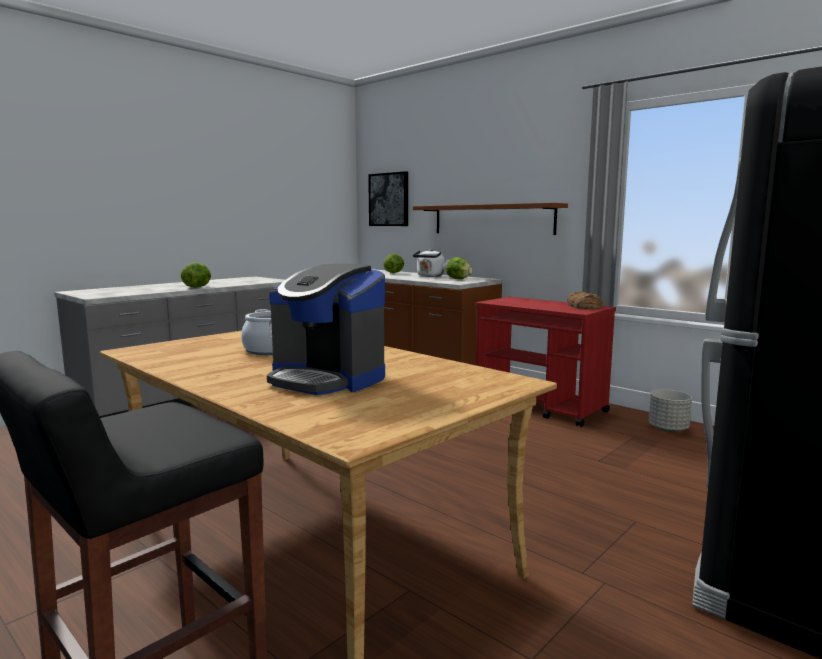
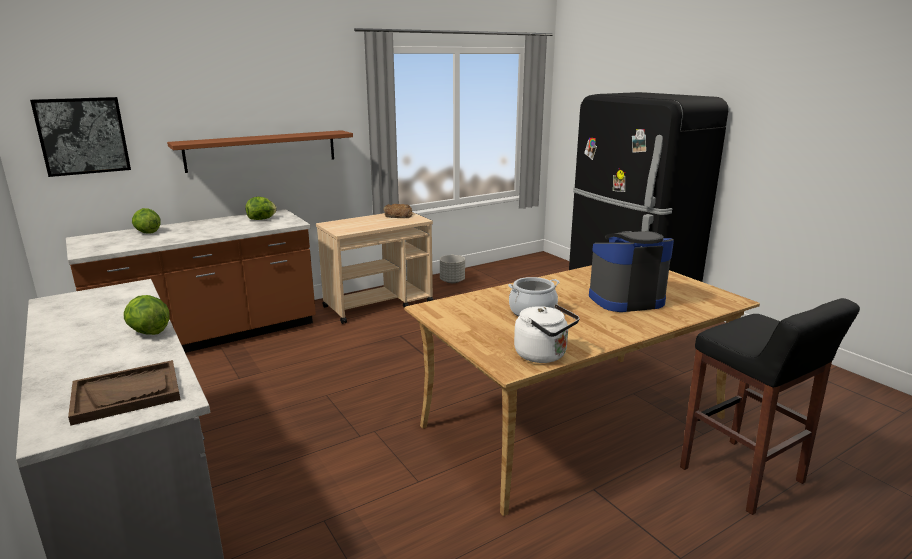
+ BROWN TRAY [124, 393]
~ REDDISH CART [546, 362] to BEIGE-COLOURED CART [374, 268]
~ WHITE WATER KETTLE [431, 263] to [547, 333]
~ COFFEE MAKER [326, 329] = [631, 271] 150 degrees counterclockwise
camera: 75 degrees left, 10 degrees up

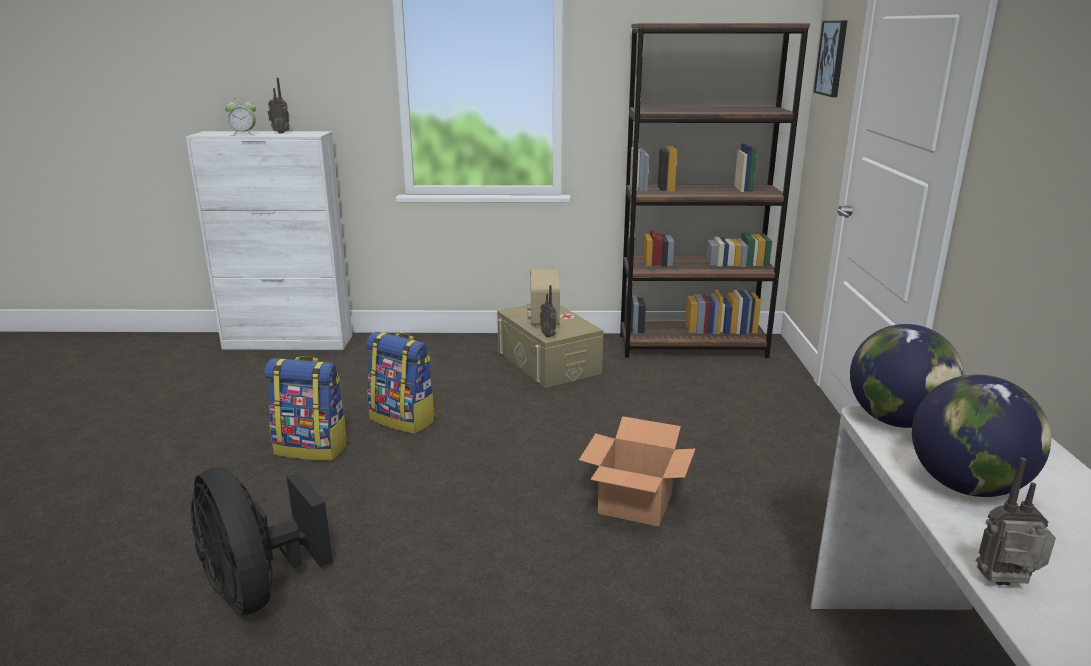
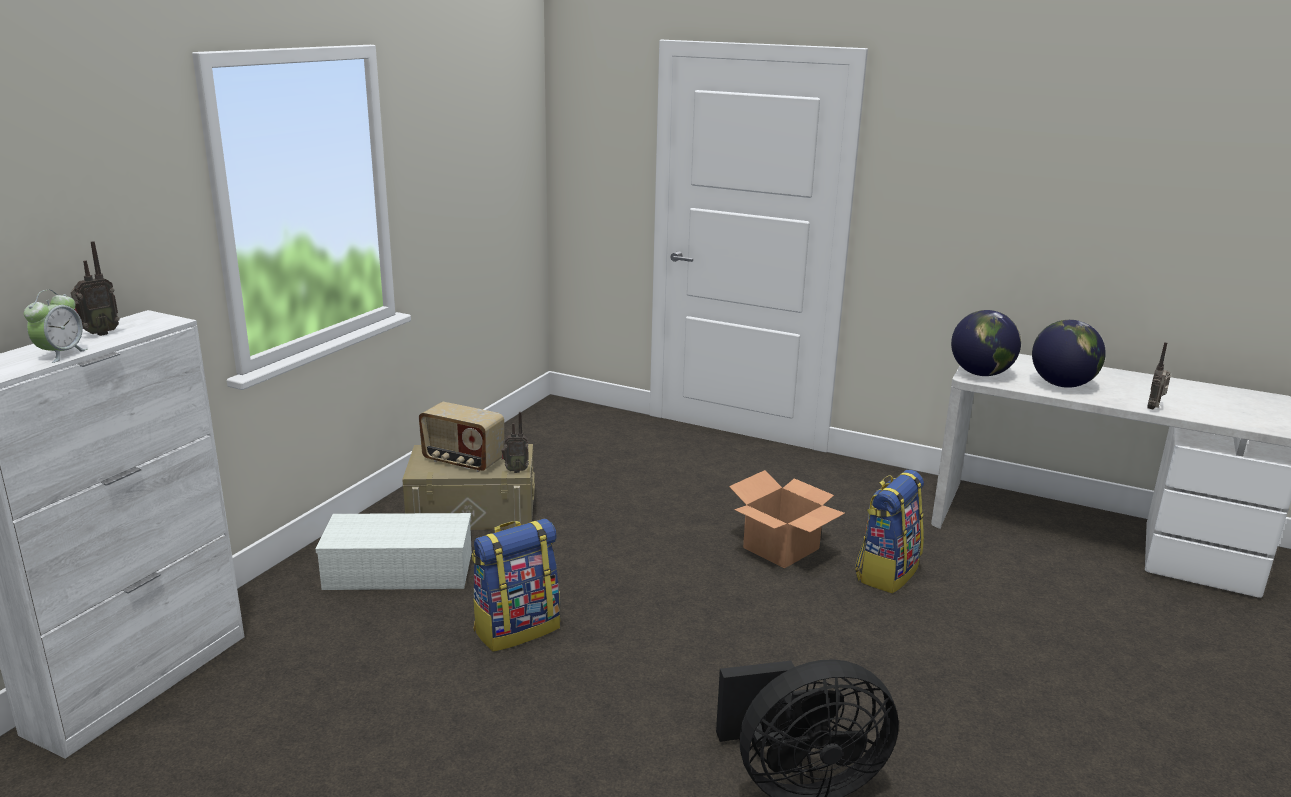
+ WHITE STORAGE CONTAINER [394, 551]
~ BACKPACK [306, 408] to [889, 531]
- BROWN BOOKCASE [715, 190]
- WALL ART [830, 59]
camera: 65 degrees left, 0 degrees up

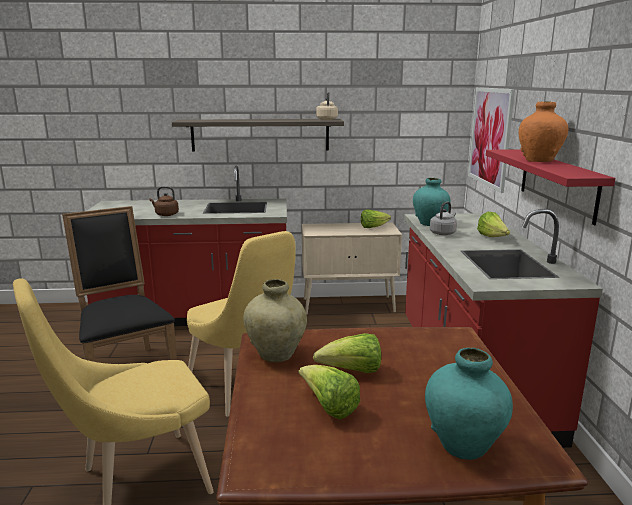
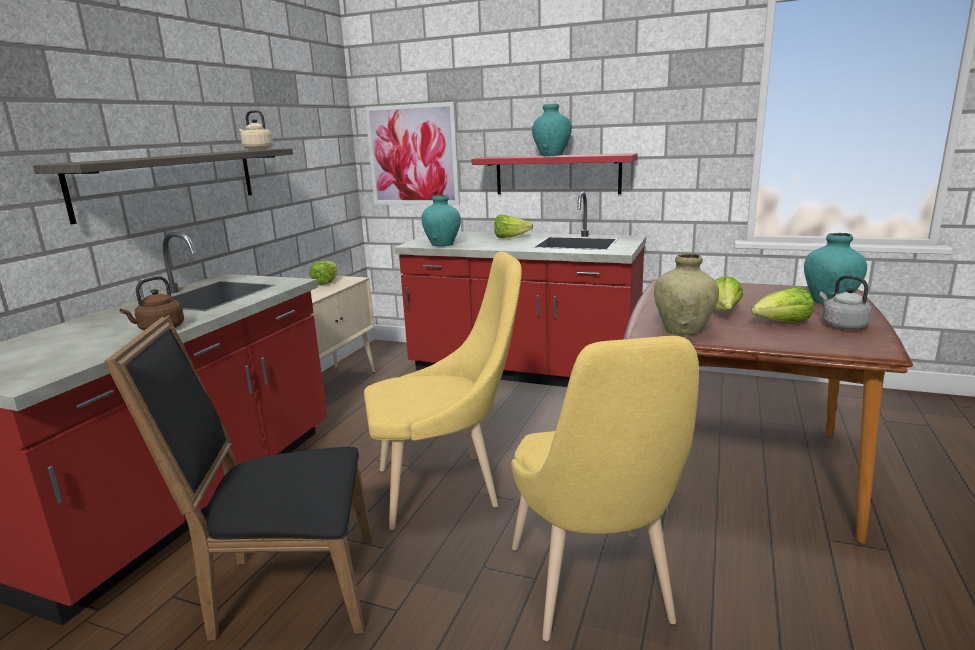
~ ORANGE-COLOURED FLOWER VASE [543, 131] to TURQUOISE FLOWER VASE [552, 130]
~ GREYISH WATER KETTLE [443, 218] to [845, 302]
camera: 65 degrees left, 0 degrees up

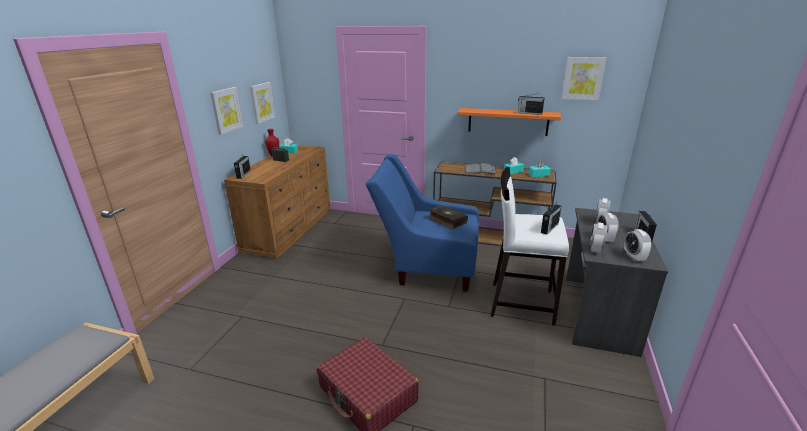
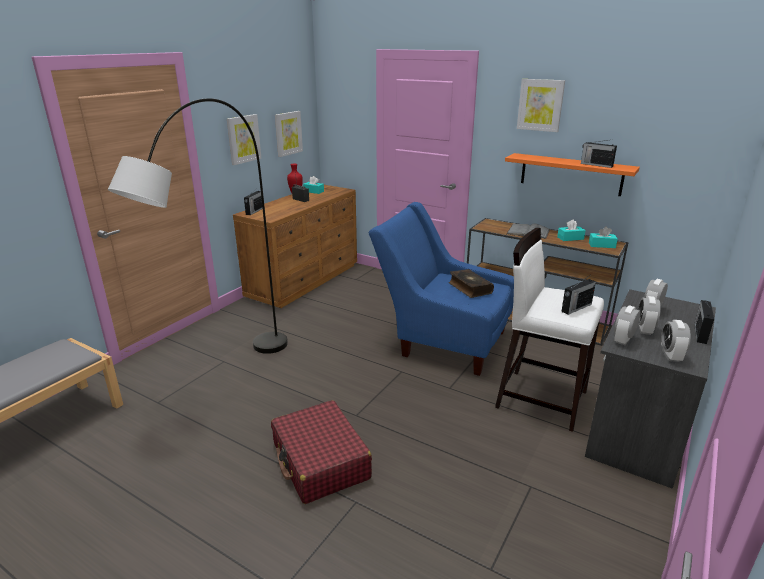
+ GREYISH FLOOR LAMP [198, 226]
~ WALL ART [584, 79] to [541, 105]
camera: 15 degrees right, 0 degrees up

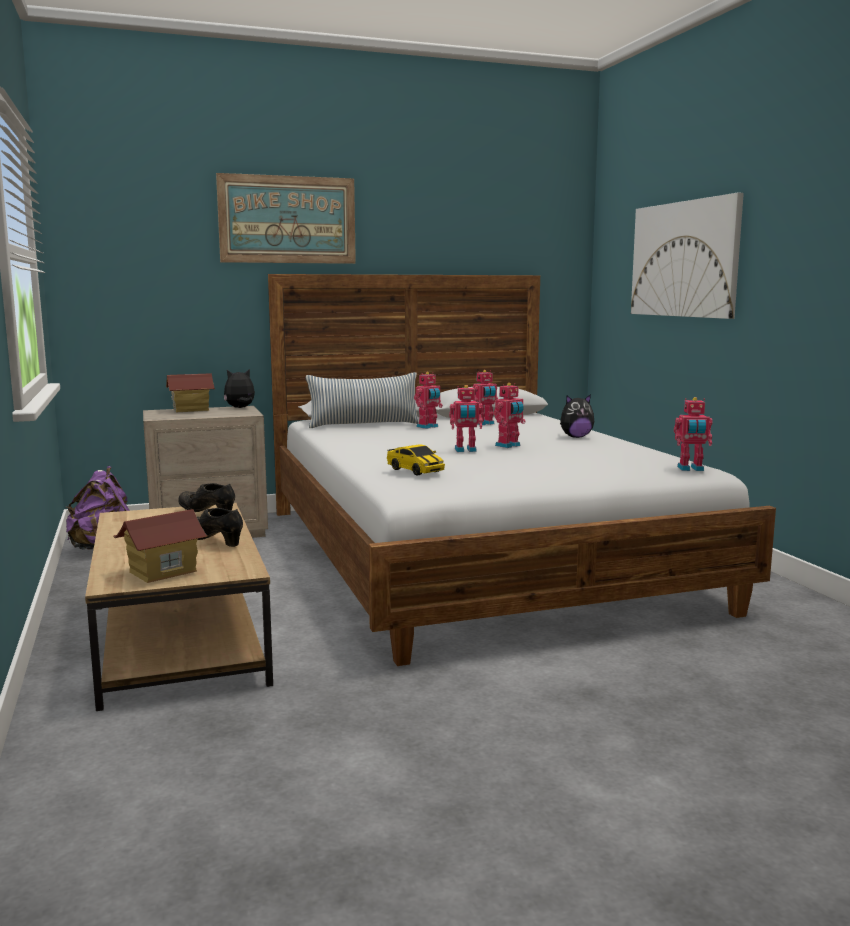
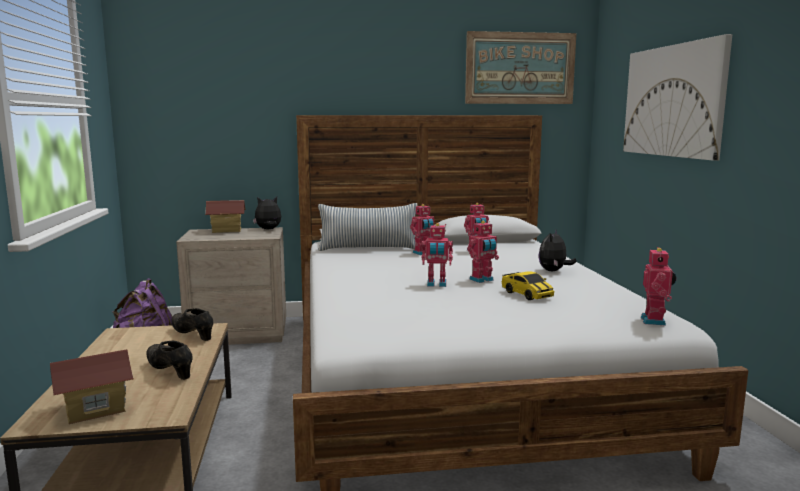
~ WALL ART [286, 218] to [521, 67]
~ MINIATURE CAR [416, 459] to [528, 285]
~ PLUSH TOY [577, 416] = [557, 250] 120 degrees clockwise
~ MODEL ROBOT [693, 434] = [658, 286] 90 degrees counterclockwise
camera: 10 degrees right, 0 degrees up

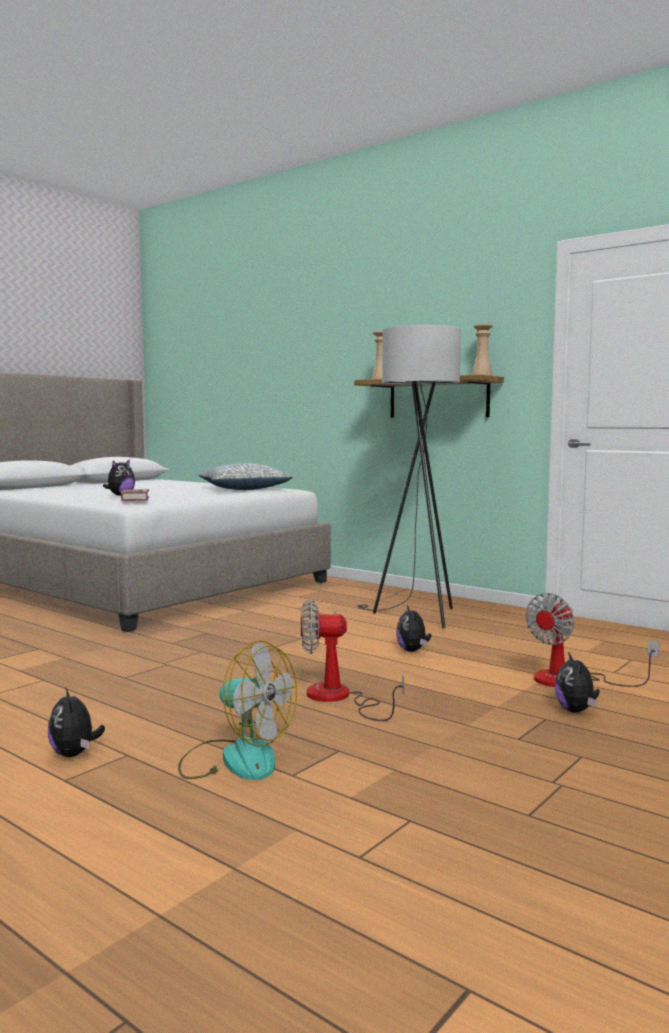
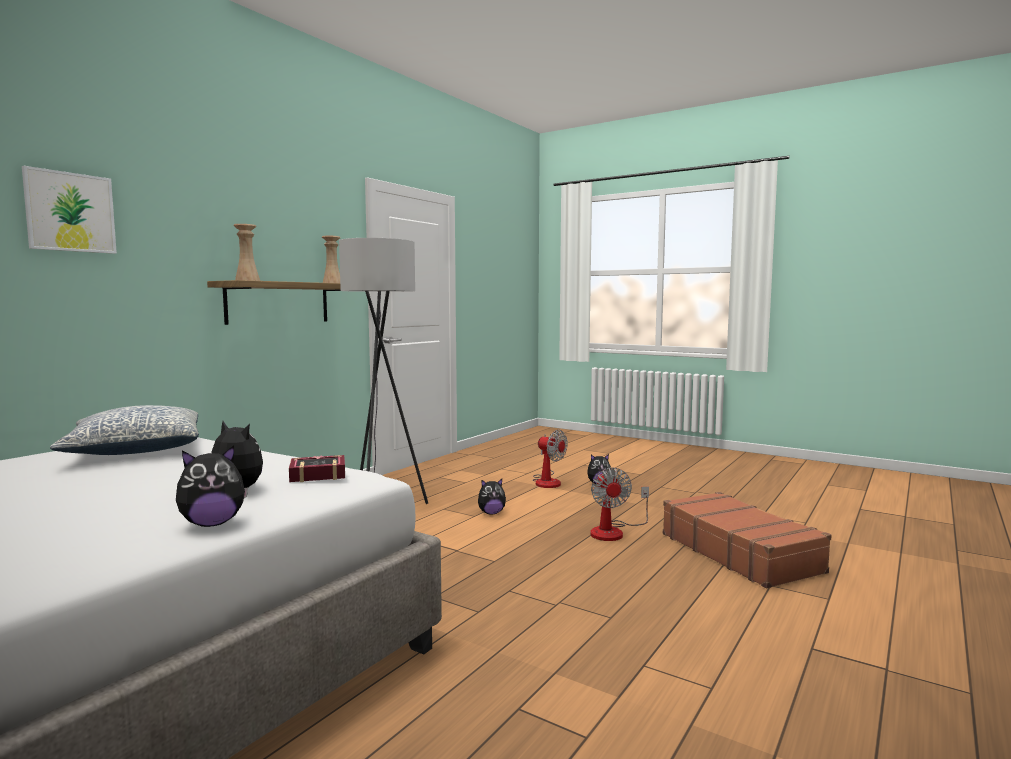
+ WALL ART [69, 210]
~ PLUSH TOY [76, 722] to [212, 486]
~ ELECTRIC FAN [237, 710] to BROWN TRAVEL CASE [747, 540]
camera: 95 degrees left, 0 degrees up

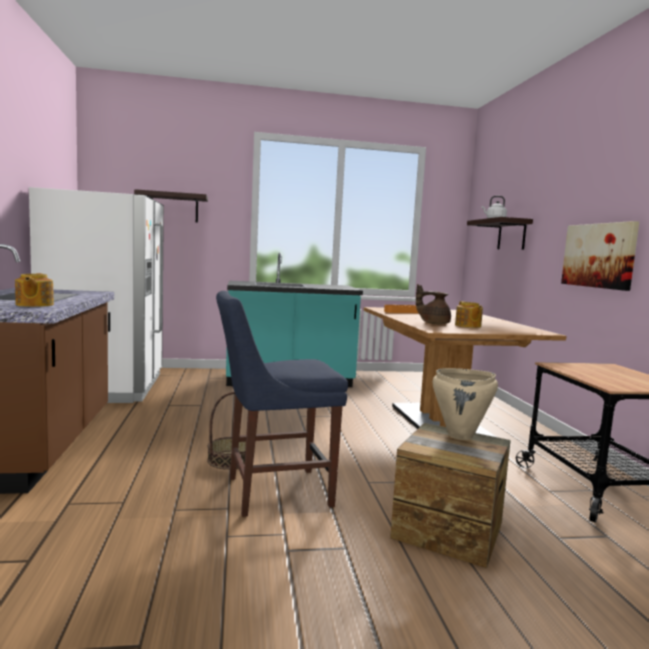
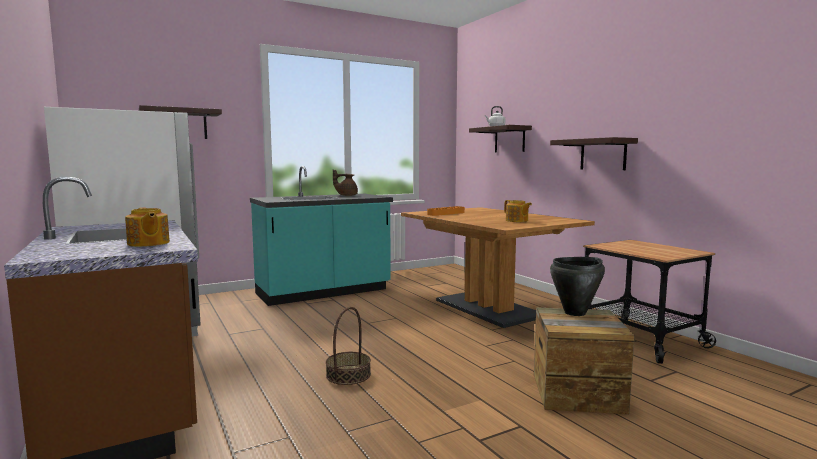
~ BROWN TEA POT [433, 304] to [345, 182]
~ WALL ART [600, 256] to WALL SHELF [594, 153]
~ BEIGE-COLOURED SAUCEPOT [465, 404] to BLACK-COLOURED SAUCEPOT [577, 286]
- BLUE-COLOURED CHAIR [282, 404]
camera: 20 degrees left, 0 degrees up

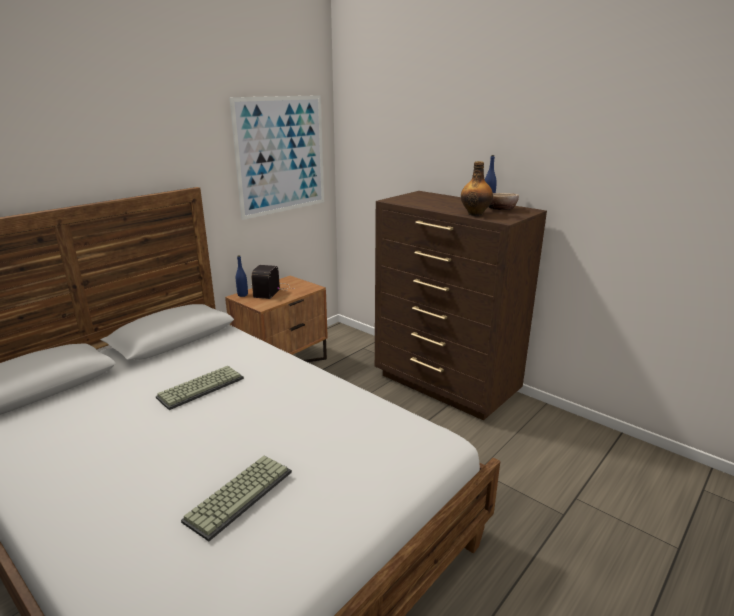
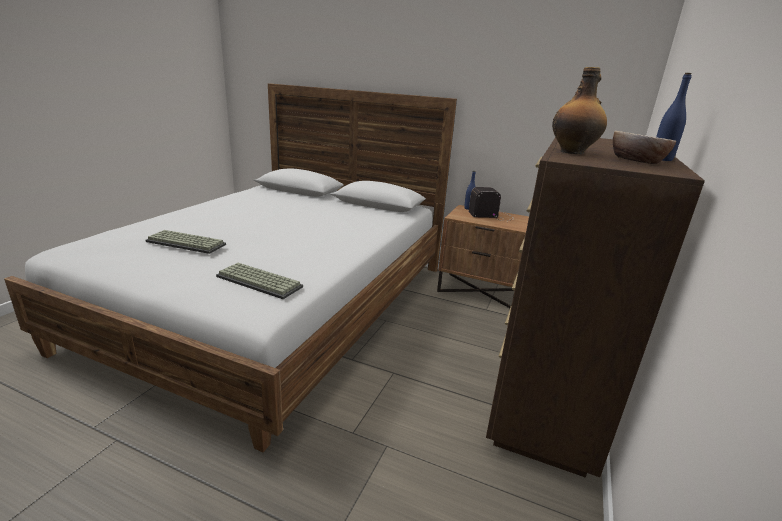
~ COMPUTER KEYBOARD [200, 388] to [259, 281]
- WALL ART [276, 157]
camera: 70 degrees right, 0 degrees up

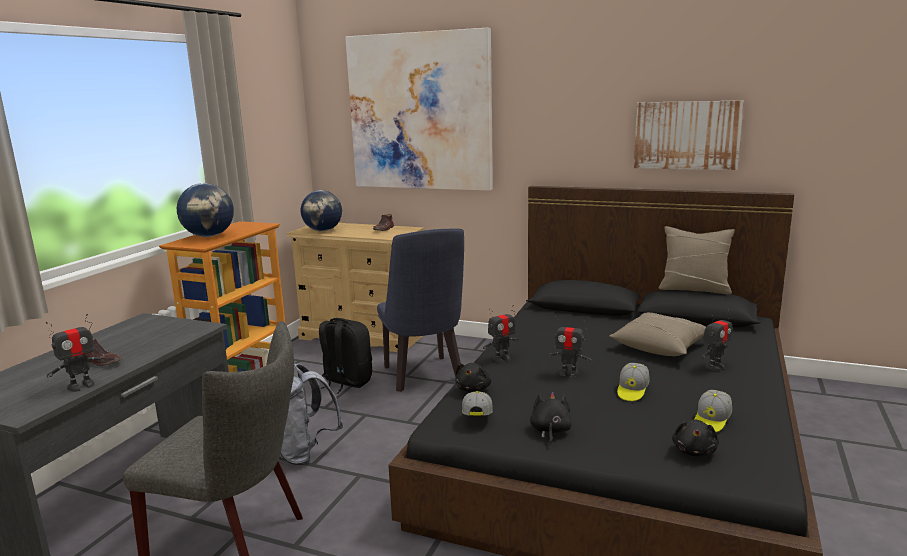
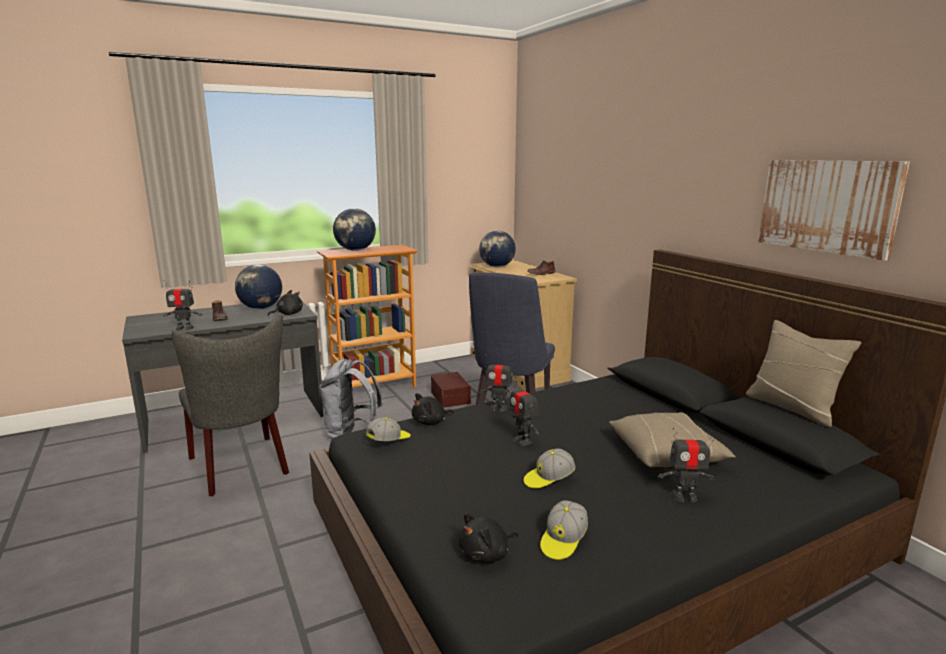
+ WORLD GLOBE [258, 286]
~ BLACK-COLOURED PLUSH TOY [551, 418] to [285, 303]
~ BLACK-COLOURED BACKPACK [345, 356] to BROWN STORAGE CONTAINER [451, 390]
~ PEAKED CAP [713, 411] = [564, 530] 45 degrees counterclockwise
- WALL ART [419, 109]
camera: 40 degrees right, 0 degrees up

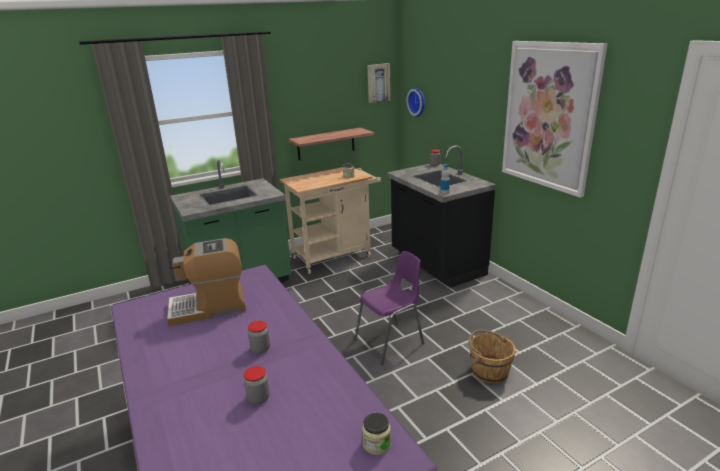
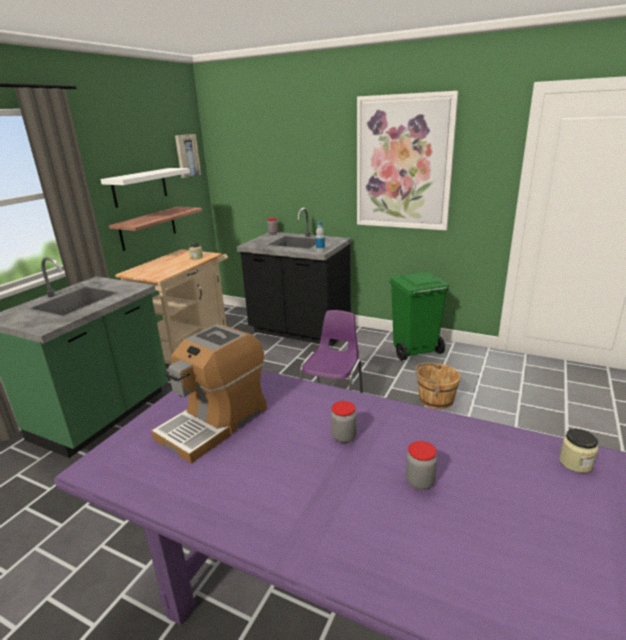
+ WHITE WALL SHELF [145, 188]
+ GREEN RUBBISH BIN [419, 316]
- WALL CLOCK [415, 102]
camera: 35 degrees left, 0 degrees up

